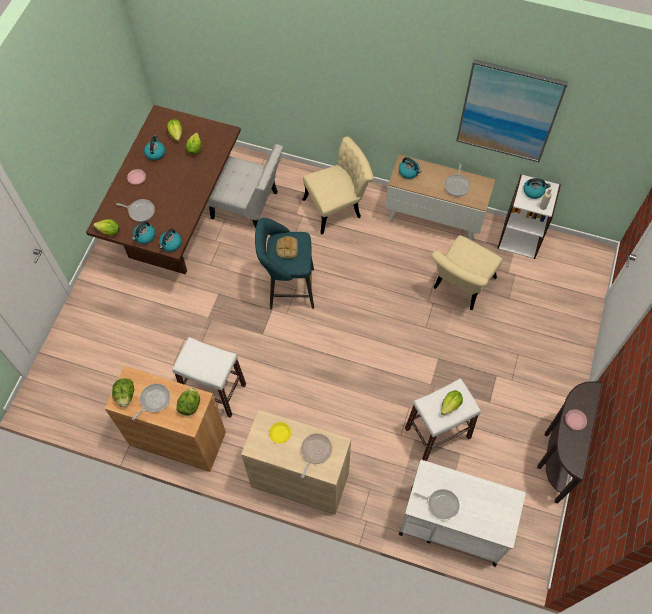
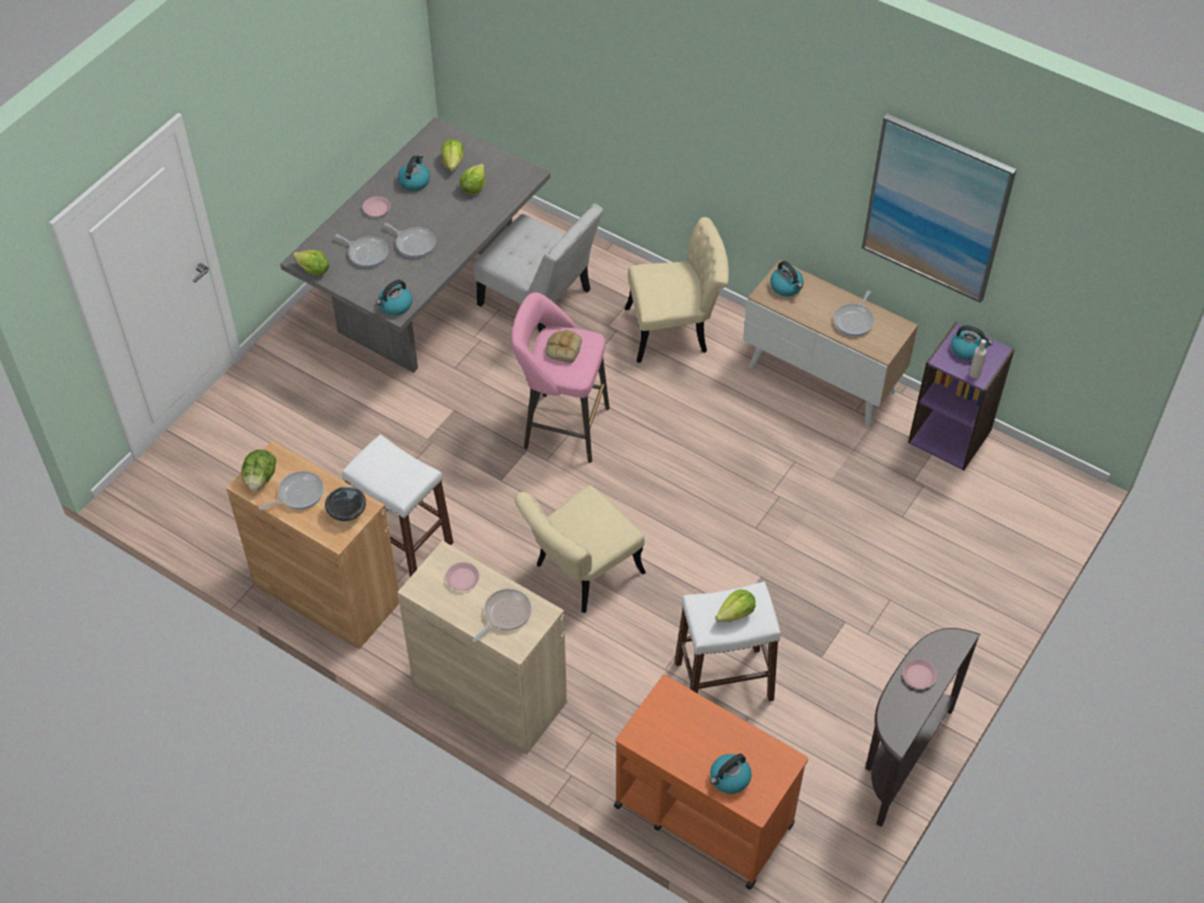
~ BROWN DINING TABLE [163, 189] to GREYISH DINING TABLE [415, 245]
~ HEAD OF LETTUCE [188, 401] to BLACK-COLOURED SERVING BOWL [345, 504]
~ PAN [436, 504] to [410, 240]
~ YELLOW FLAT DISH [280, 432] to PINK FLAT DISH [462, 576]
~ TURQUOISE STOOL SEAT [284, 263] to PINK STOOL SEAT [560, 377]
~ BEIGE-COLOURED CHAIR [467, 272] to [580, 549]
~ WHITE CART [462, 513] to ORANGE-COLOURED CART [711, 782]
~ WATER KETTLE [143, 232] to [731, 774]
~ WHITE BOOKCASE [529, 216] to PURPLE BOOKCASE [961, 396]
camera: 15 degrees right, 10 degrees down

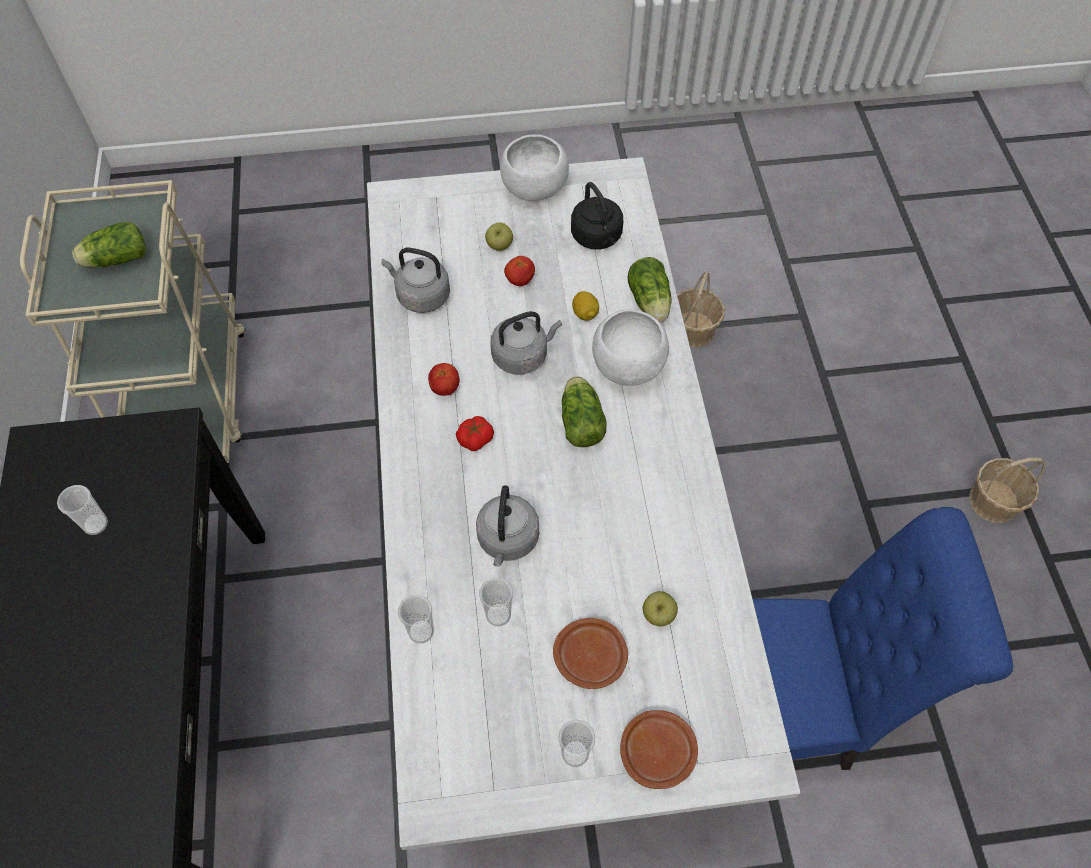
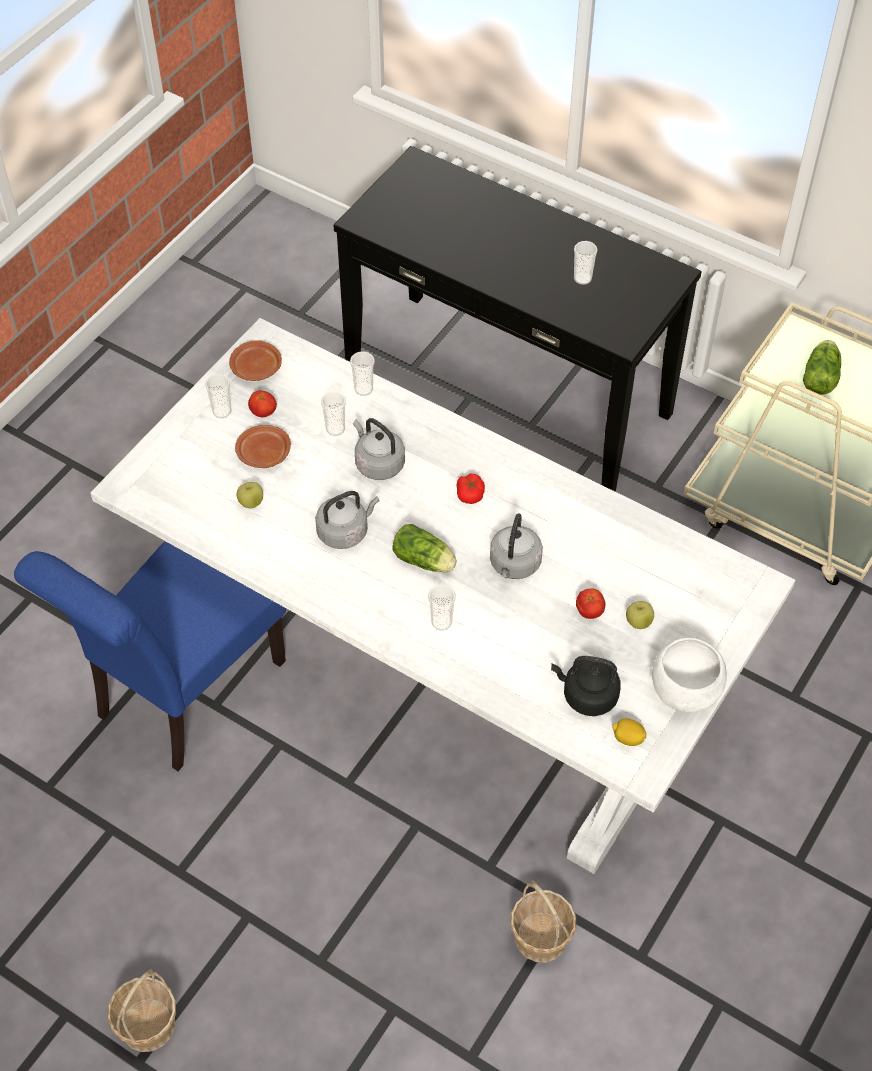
~ BROWN FLAT DISH [659, 749] to [255, 360]
~ WHOLE TOMATO [444, 379] to [262, 403]
~ GREYISH WATER KETTLE [415, 280] to [347, 520]
~ WHITE SERVING BOWL [630, 347] to DRINKING CUP [441, 607]
~ LEMON [585, 306] to [629, 732]
- HEAD OF LETTUCE [649, 289]
camera: 130 degrees right, 5 degrees down

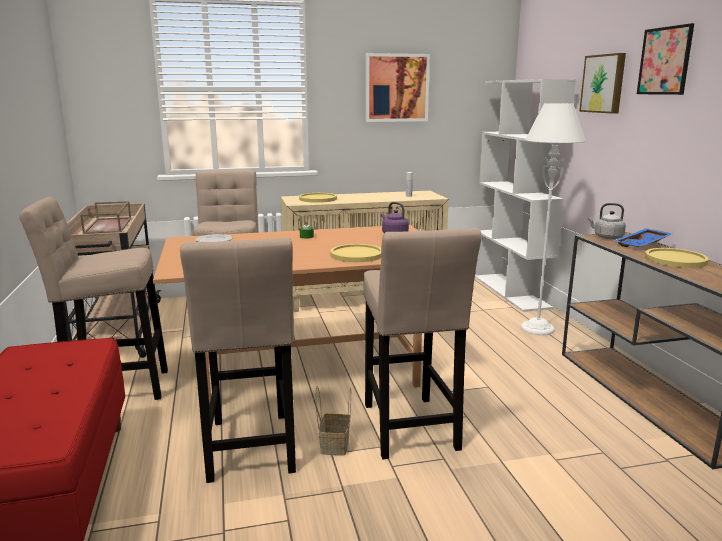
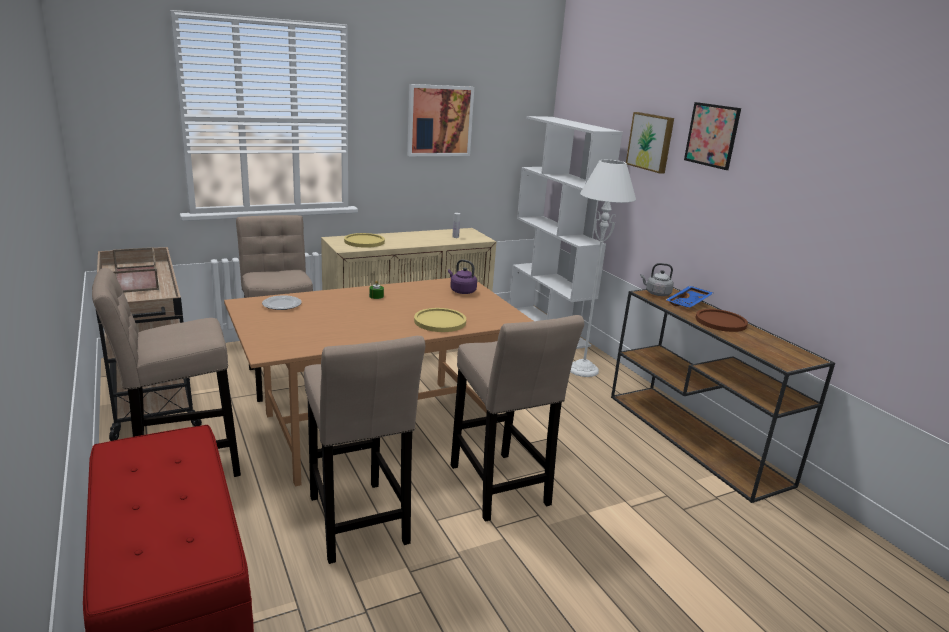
~ YELLOW FLAT DISH [677, 258] to BROWN FLAT DISH [722, 320]
- BASKET [333, 421]
camera: 15 degrees left, 5 degrees up

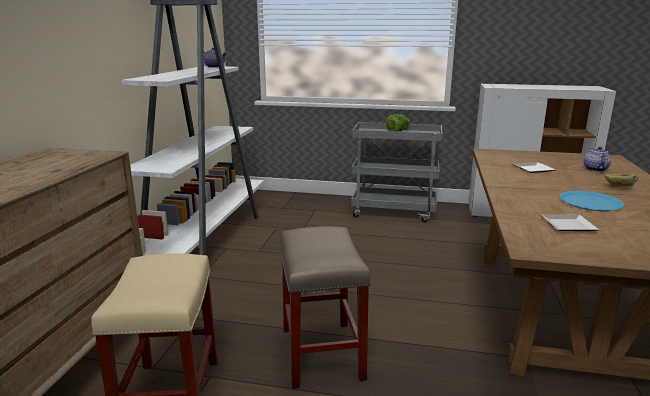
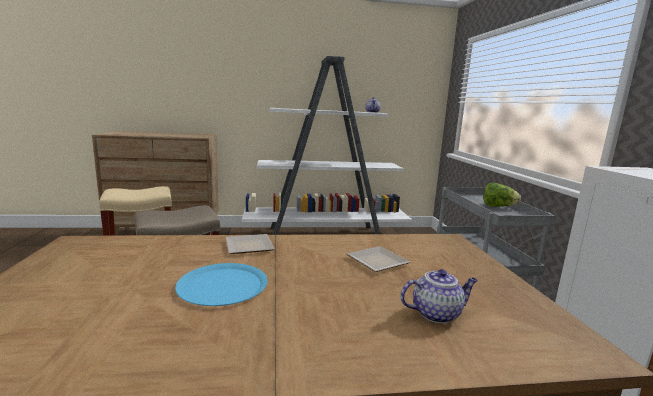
~ FLAT DISH [570, 222] to [250, 244]
- BREAD [621, 180]
camera: 70 degrees right, 5 degrees down

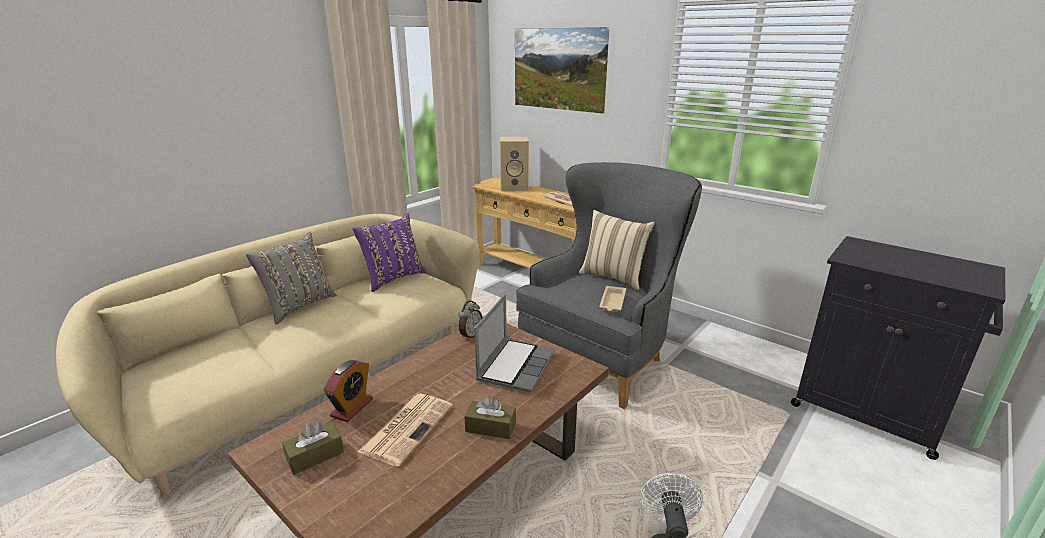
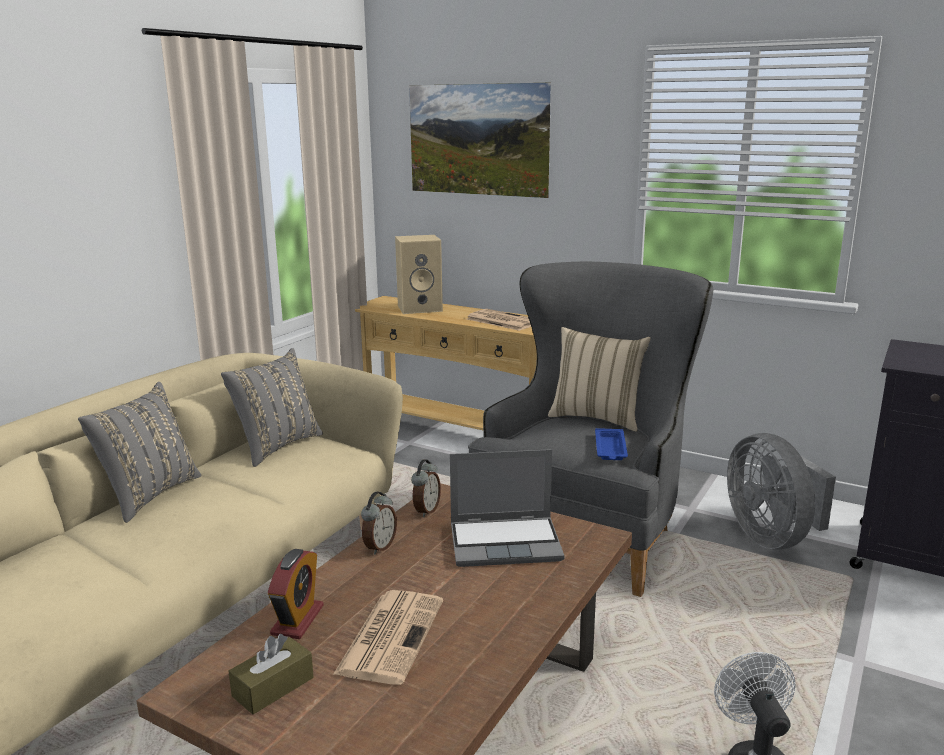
~ PURPLE CUSHION [389, 252] to GREYISH CUSHION [272, 407]
+ TABLE CLOCK [379, 523]
~ PORTABLE COMPUTER [514, 343] = [507, 508] 75 degrees clockwise
~ BEIGE-COLOURED TRAY [612, 299] to BLUE-COLOURED TRAY [611, 444]
+ GREYISH ELECTRIC FAN [781, 491]
- BROWN BOX OF TISSUES [490, 418]
camera: 10 degrees left, 5 degrees down

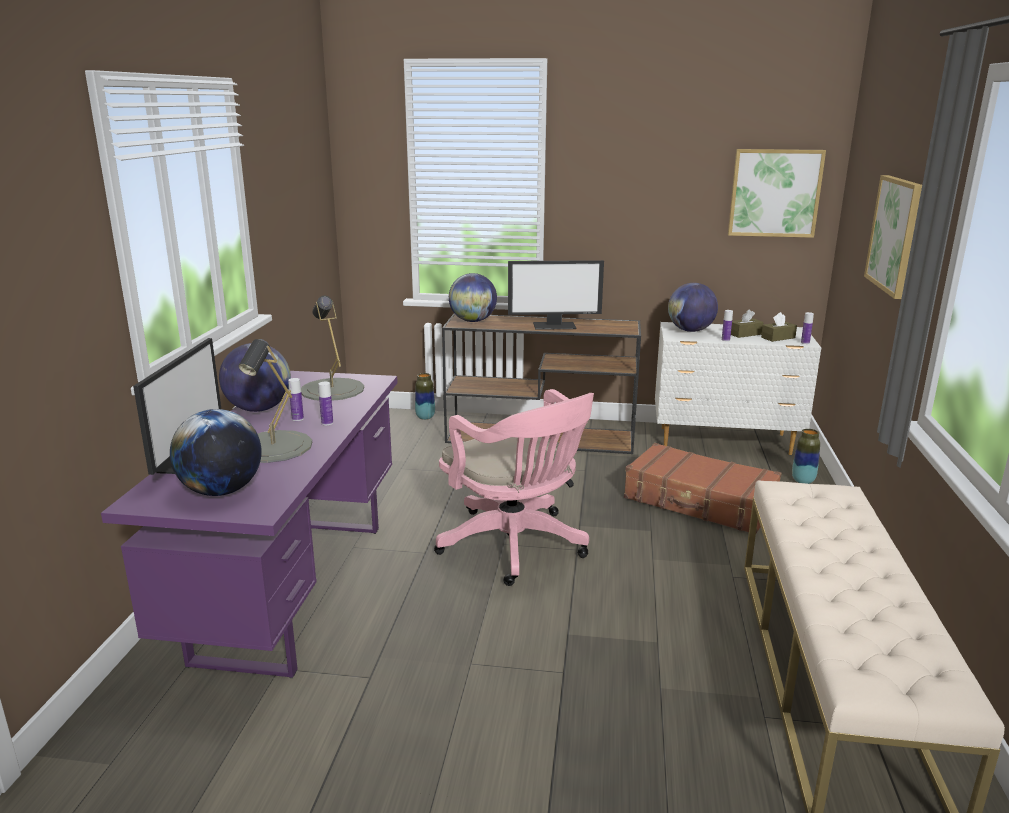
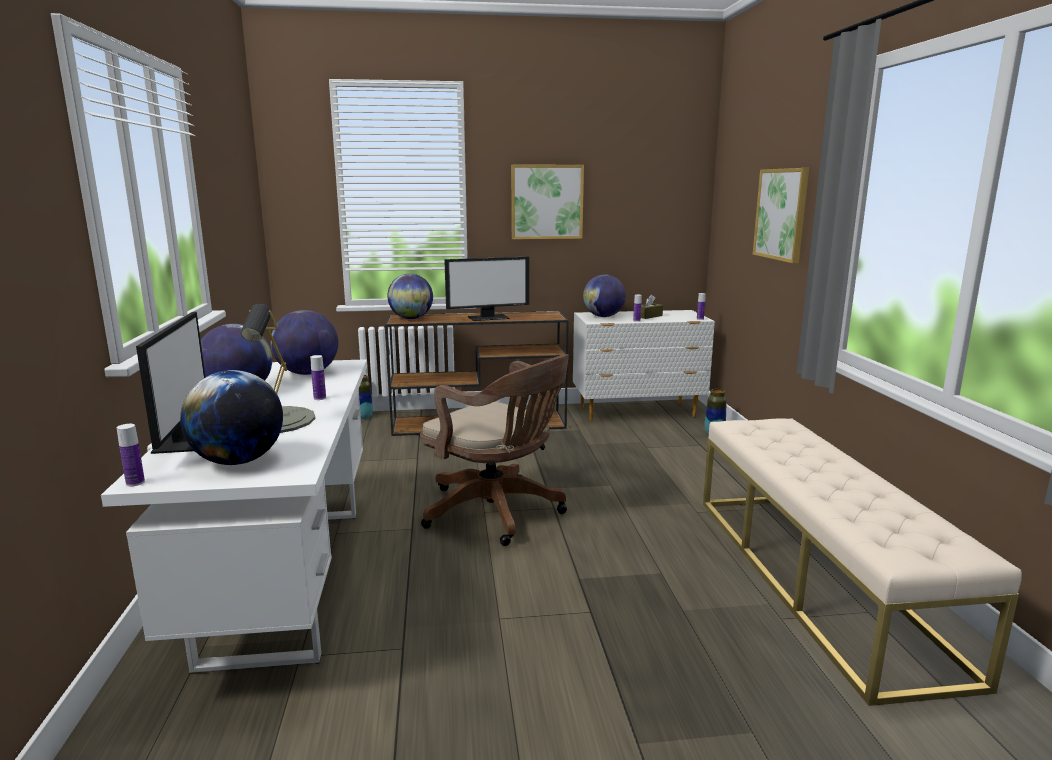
~ PURPLE DESK UNIT [249, 524] to WHITE DESK UNIT [234, 516]
~ BOTTLE [296, 399] to [131, 455]
~ GREYISH LAMP FOR A TABLE [332, 348] to WORLD GLOBE [304, 342]
~ PINK COMPUTER CHAIR [514, 487] to BROWN COMPUTER CHAIR [494, 450]
~ WALL ART [777, 193] to [547, 201]
- BROWN TRAVEL CASE [703, 488]
- BROWN BOX OF TISSUES [779, 327]
camera: 15 degrees left, 5 degrees down

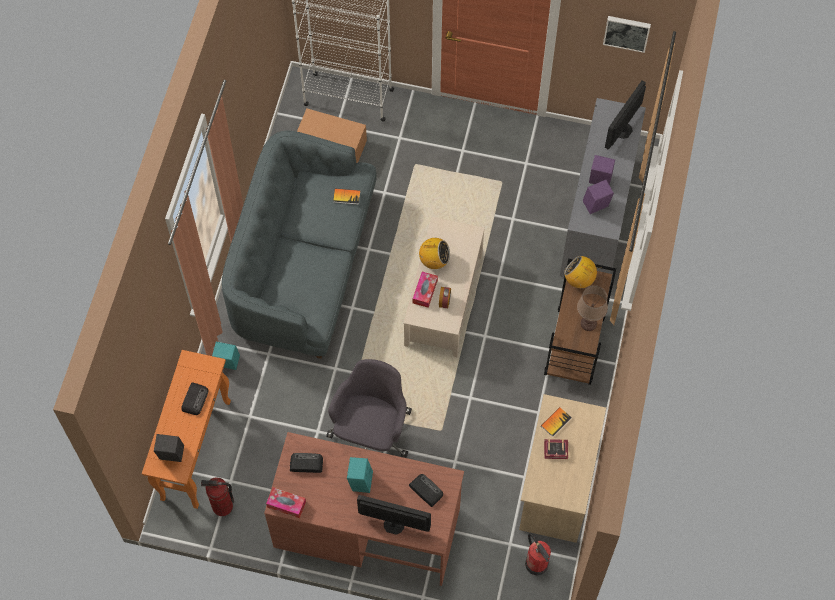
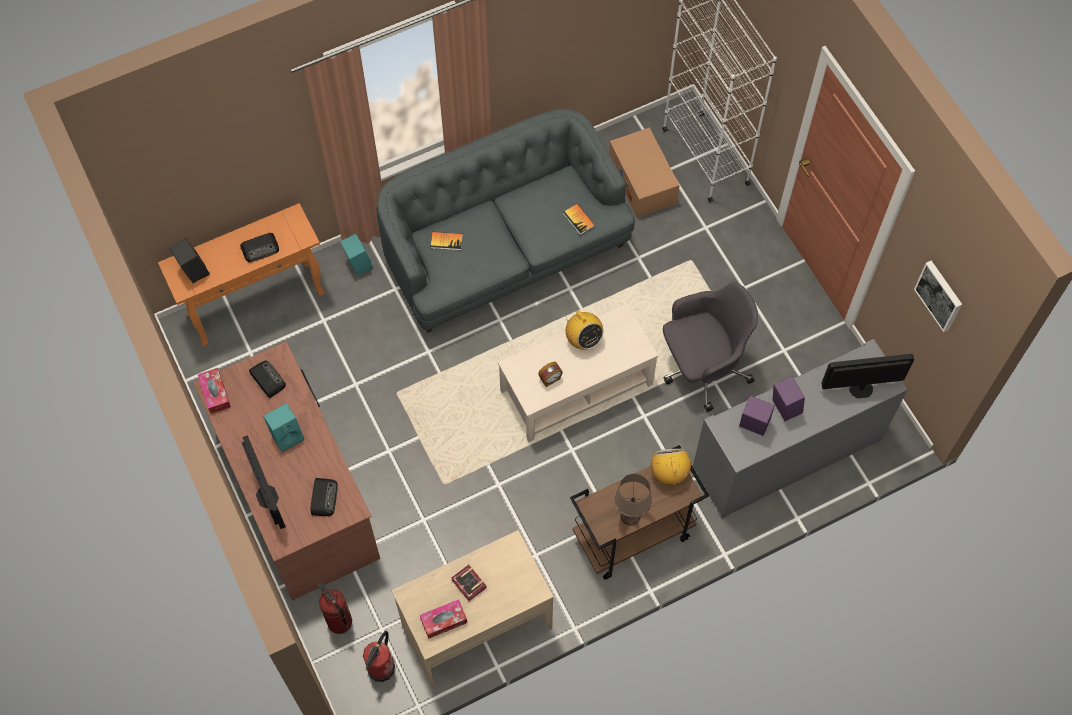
~ FIRE EXTINGUISHER [218, 496] to [335, 608]
~ BOX OF TISSUES [425, 290] to [443, 619]
~ BOOK [556, 422] to [447, 241]
~ GREYISH COMPUTER CHAIR [369, 408] to [710, 347]
camera: 50 degrees right, 0 degrees up

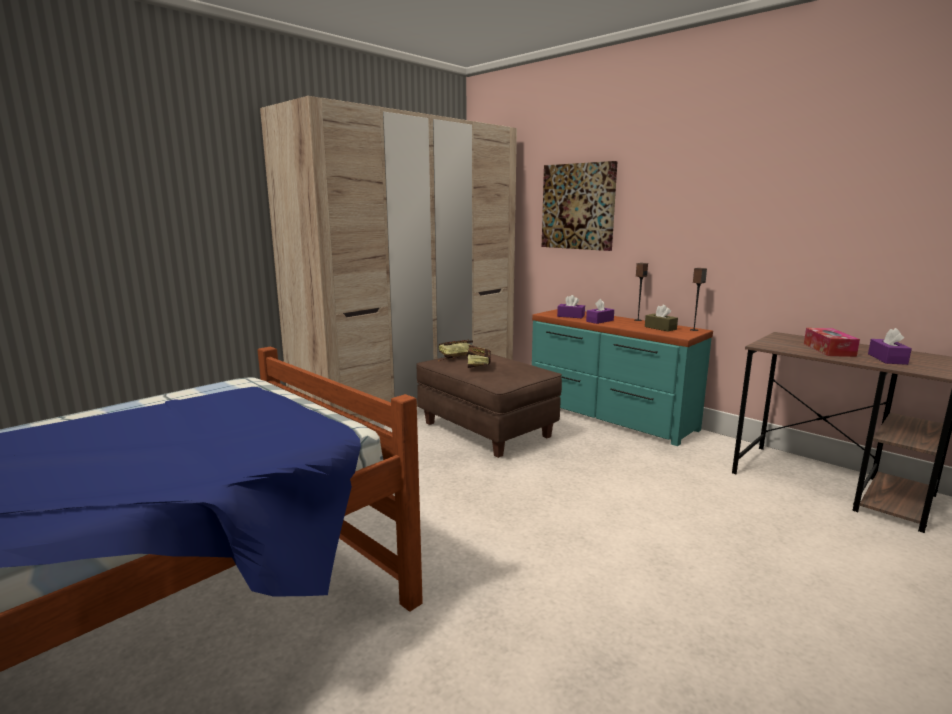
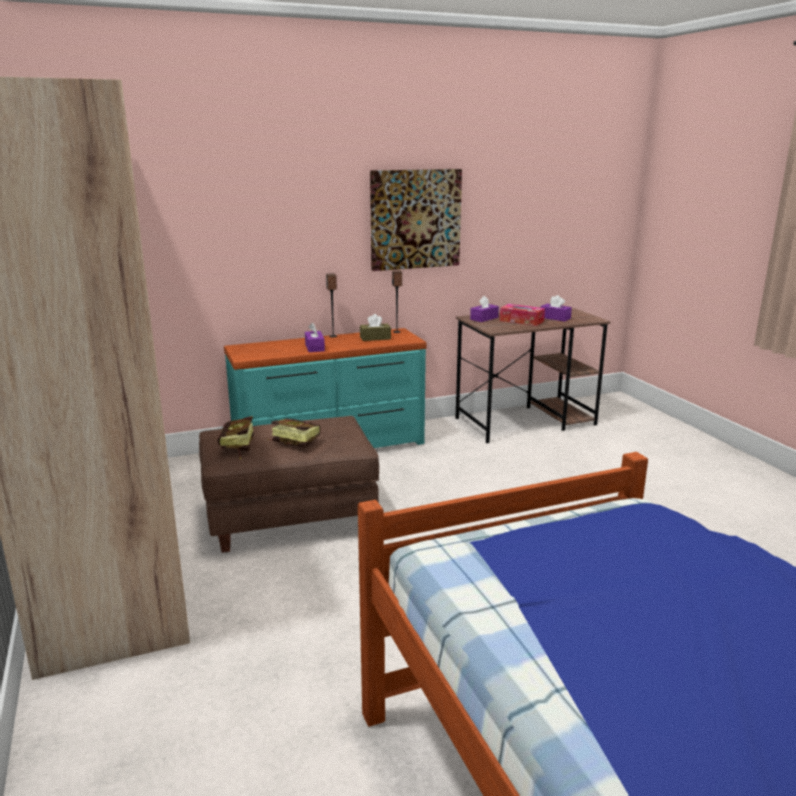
~ WALL ART [580, 206] to [416, 220]
~ PURPLE BOX OF TISSUES [571, 306] to [484, 308]
camera: 65 degrees left, 5 degrees up

